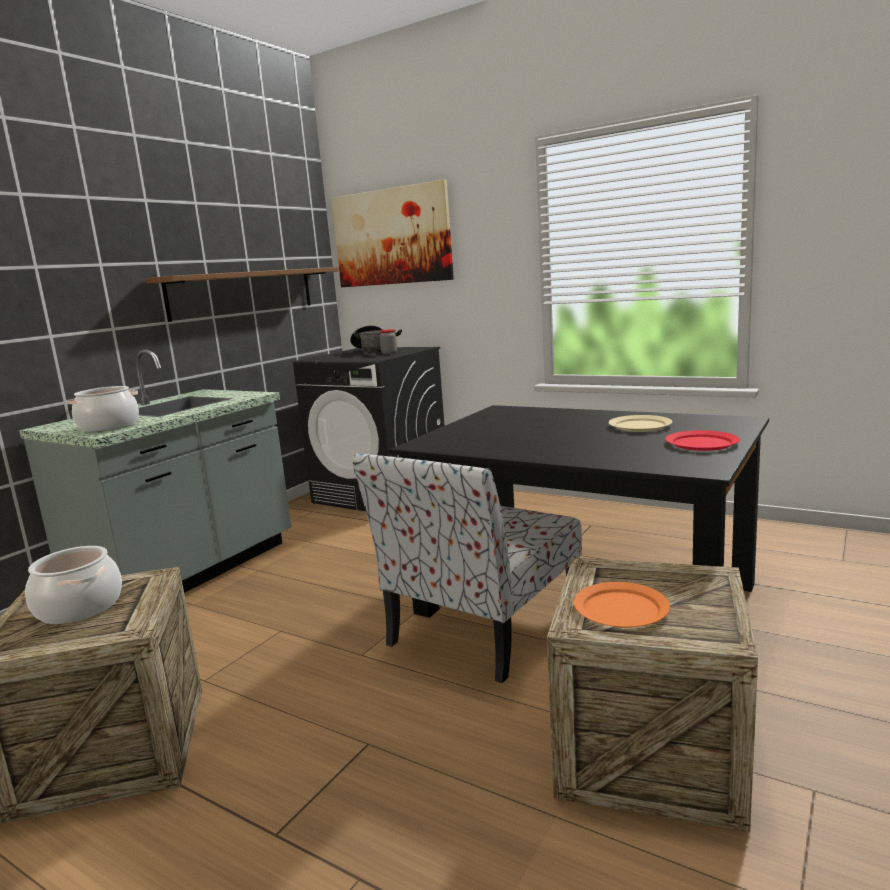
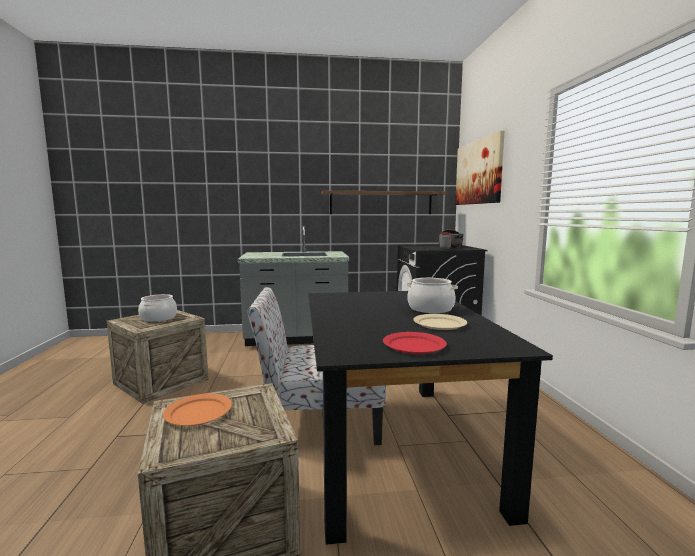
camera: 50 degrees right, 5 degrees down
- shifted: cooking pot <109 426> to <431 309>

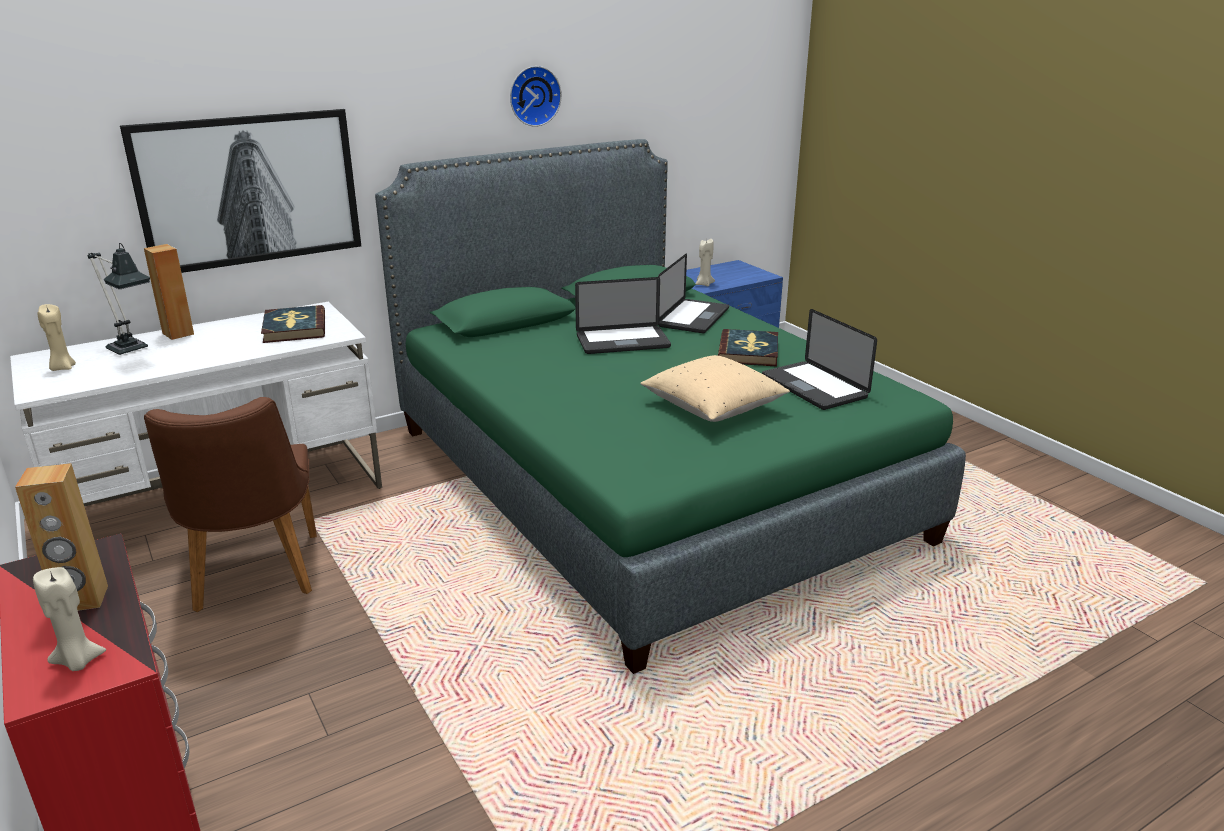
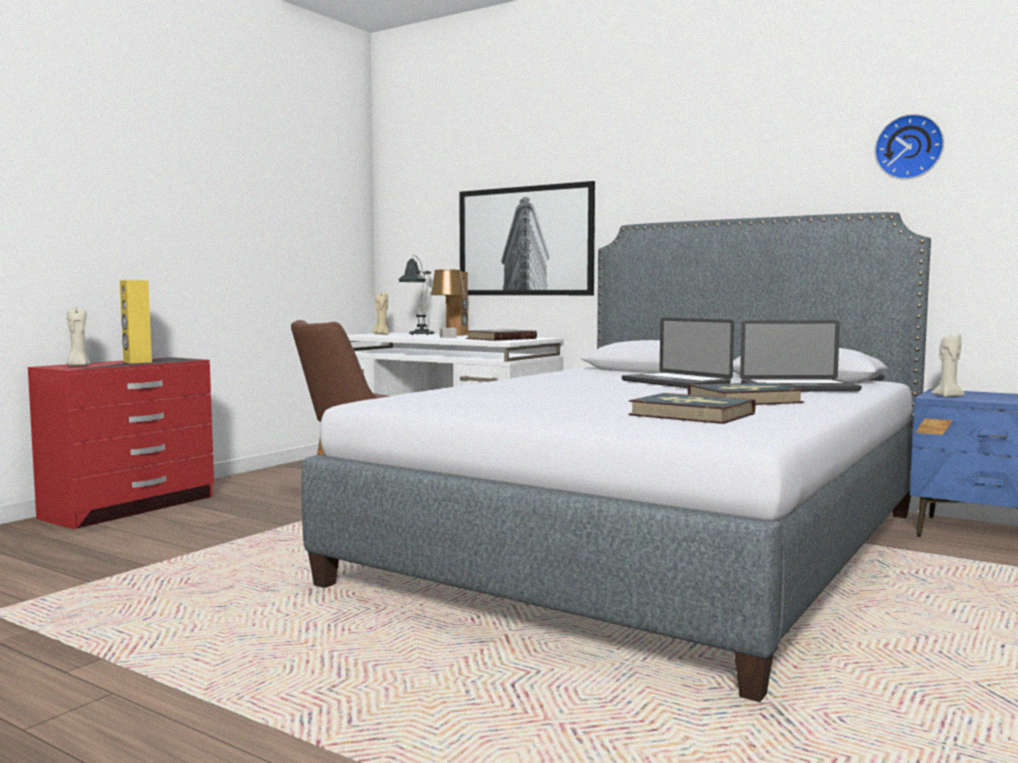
camera: 65 degrees right, 20 degrees down
- repainted: brown speaker <82 600> to yellow speaker <137 362>
- repainted: green bed <644 481> to grey bed <651 545>
- new: brown table lamp <448 337>
- swapped: laptop <814 387> to book <691 414>
- shifted: wall clock <533 96> to <909 147>
- gone: beige pillow <713 408>

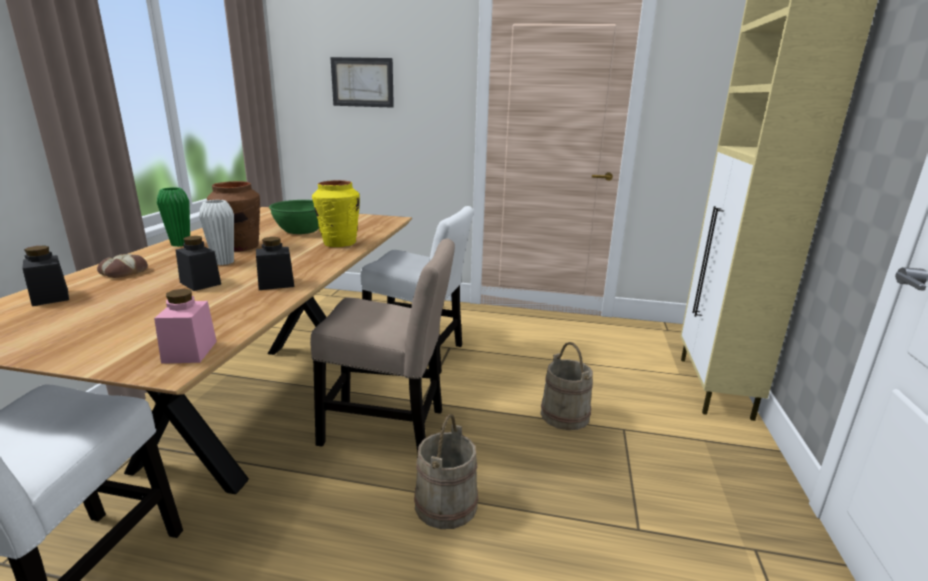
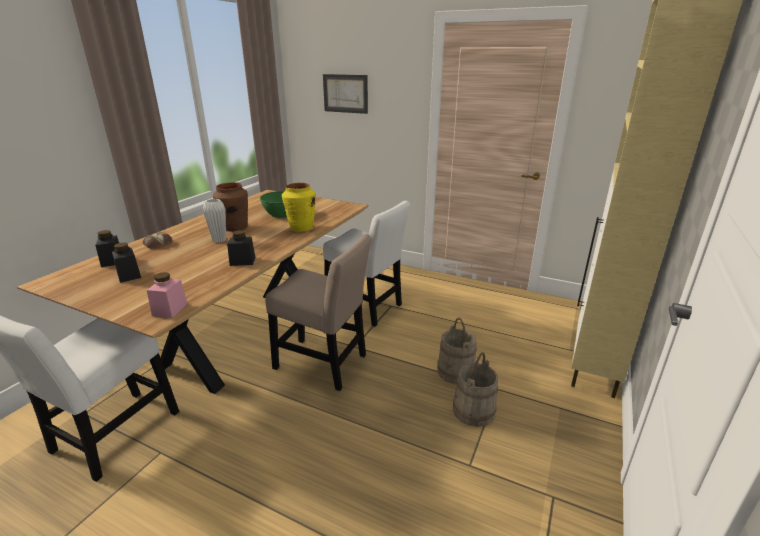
camera: 15 degrees right, 5 degrees up
- shifted: black jar <200 283> to <129 275>
- shifted: beige bucket <446 504> to <474 410>
- gone: green vase <180 244>

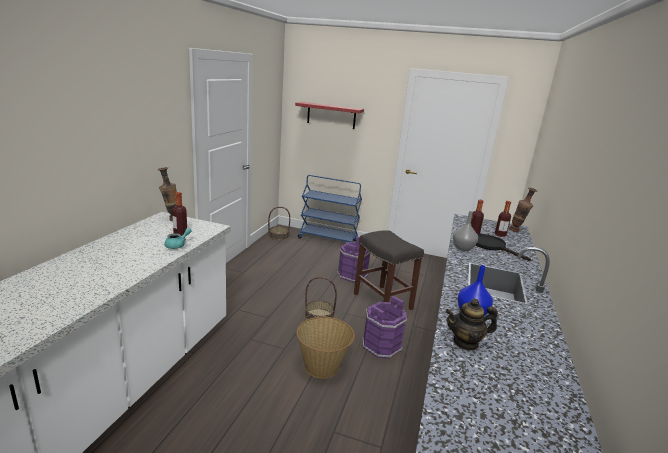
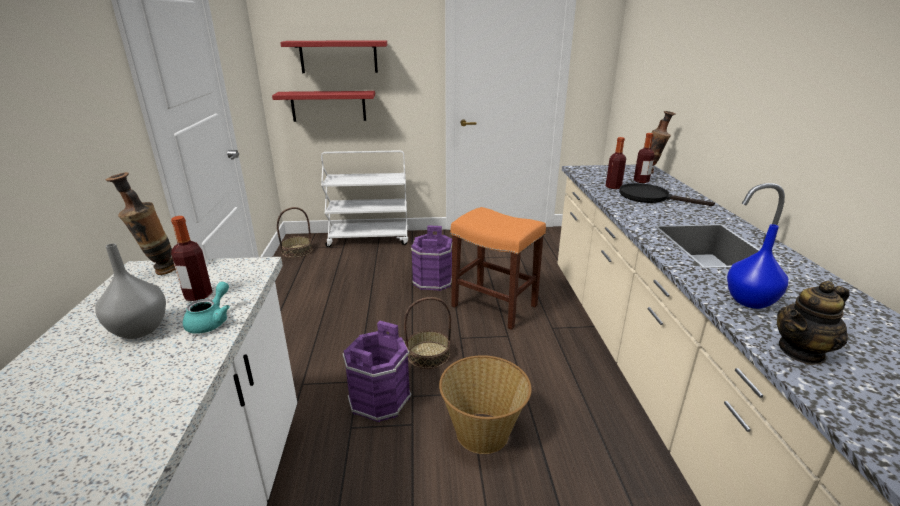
camera: 20 degrees left, 5 degrees up
- shifted: grey vase <463 248> to <141 329>
- new: red shelf <328 106>
- repainted: blue cart <328 239> to white cart <369 239>
- shifted: purple bucket <381 346> to <380 399>
- repainted: grey stool <383 301> to orange stool <495 306>

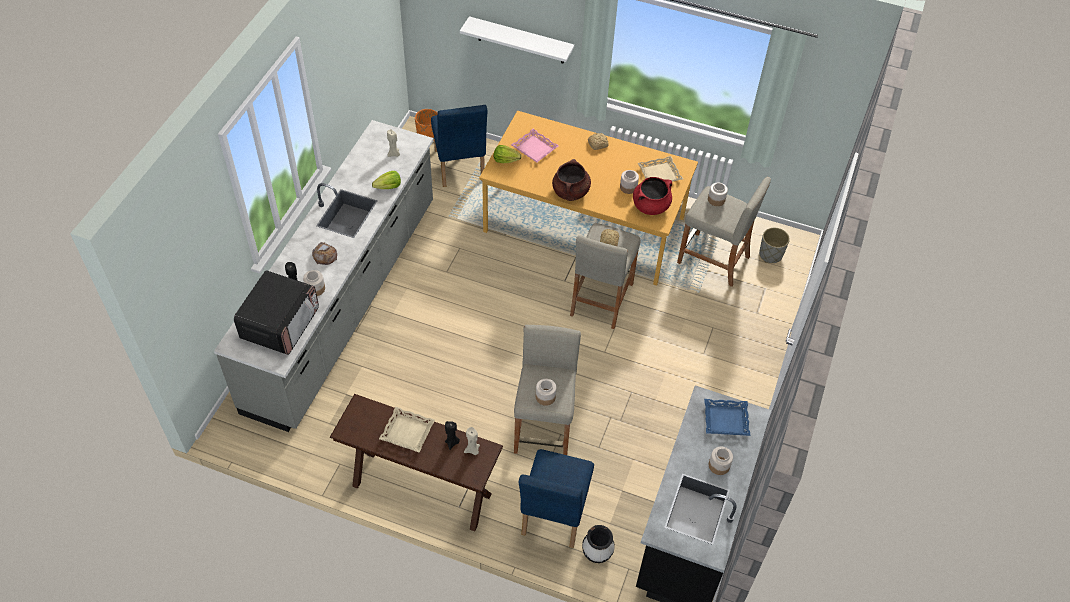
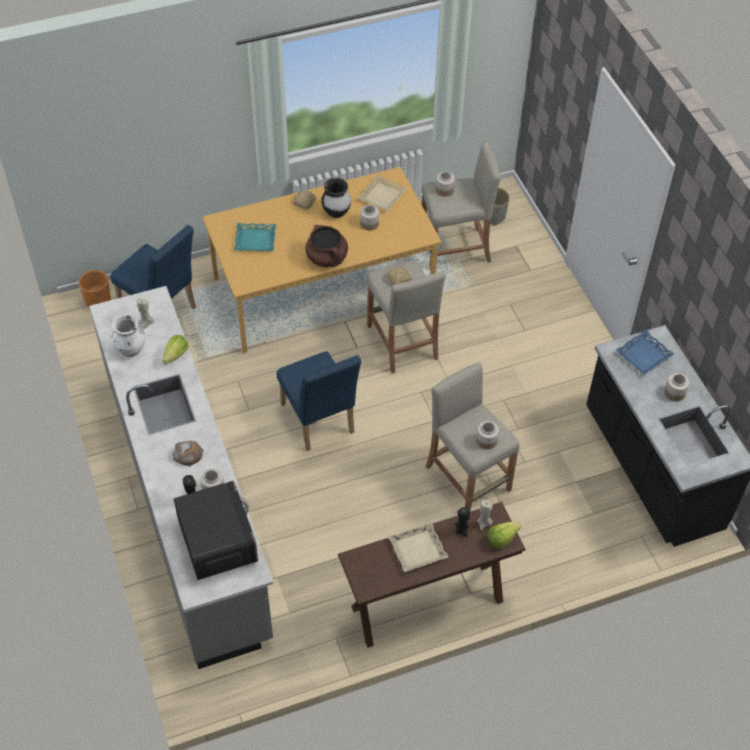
camera: 40 degrees left, 0 degrees up
- new: white vase <131 349>
- repainted: pink tray <535 148> to turquoise tray <255 240>
- shifted: blue chair <552 518> to <319 423>
- shifted: black vase <596 553> to <336 212>
- shifted: lettuce <505 160> to <501 539>
- gone: white shelf <521 40>
- gone: red cooking pot <651 206>

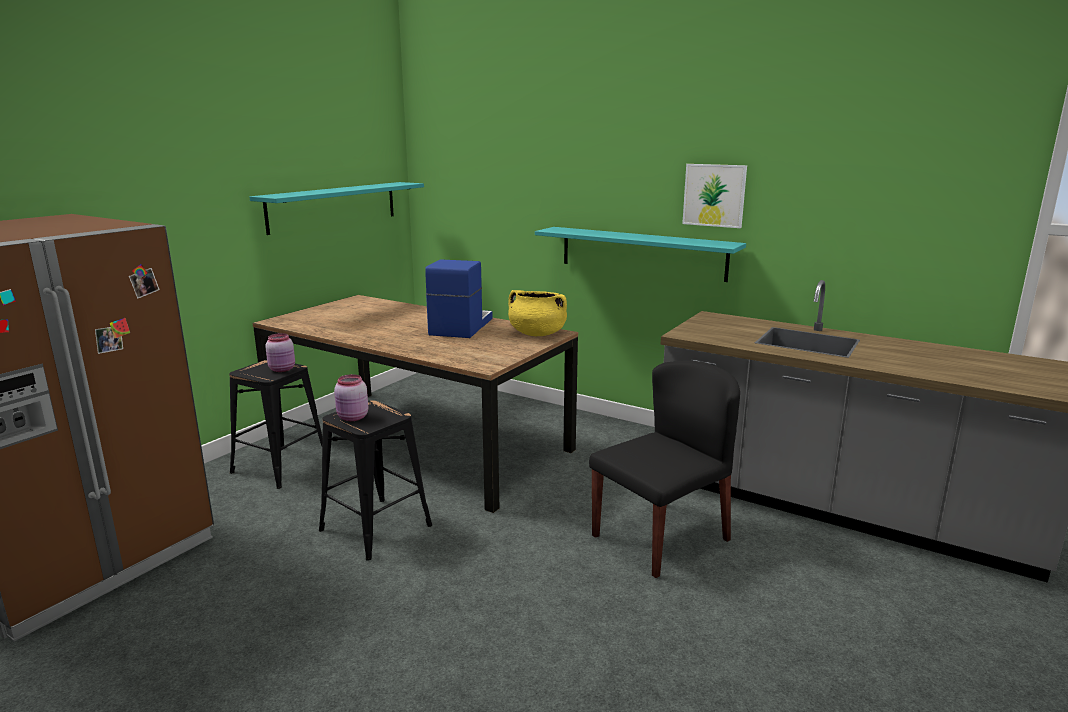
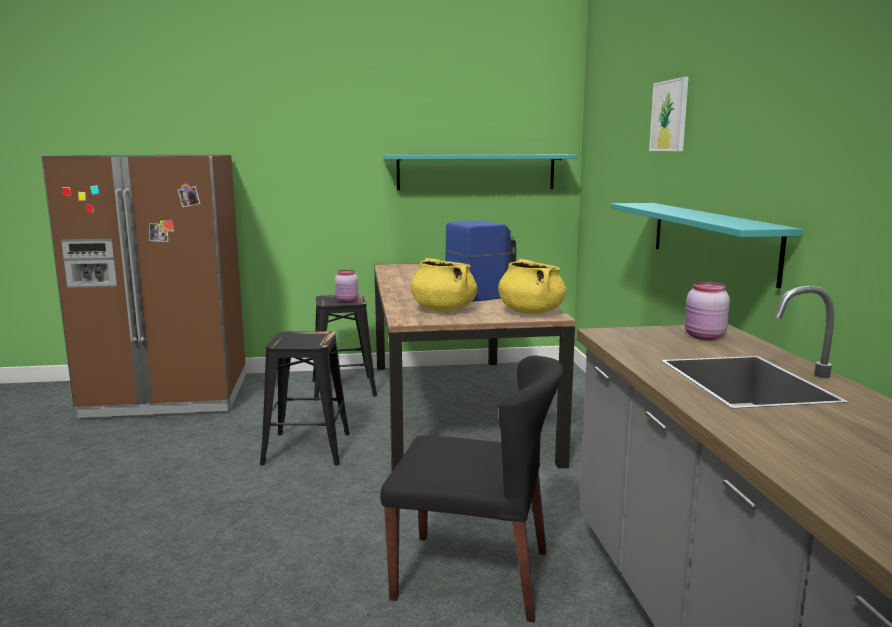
camera: 50 degrees right, 5 degrees down
- new: yellow cooking pot <443 310>
- shifted: picture <714 195> to <669 116>
- shifted: pink jar <353 418> to <704 337>

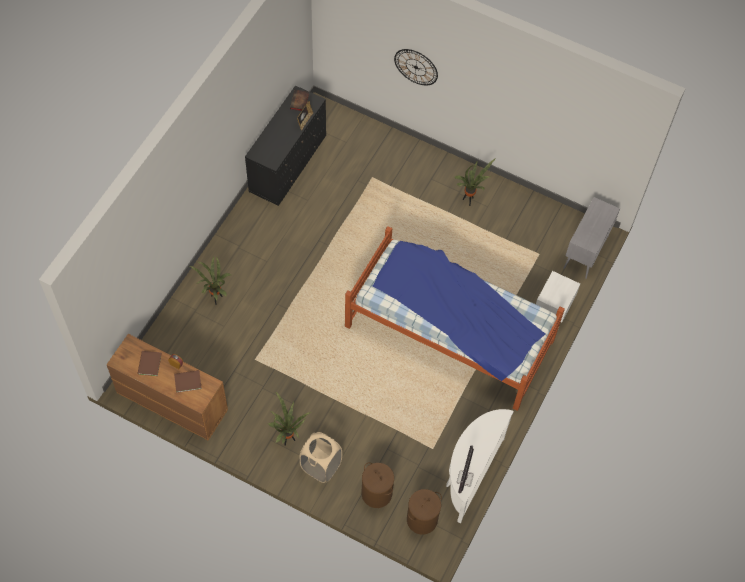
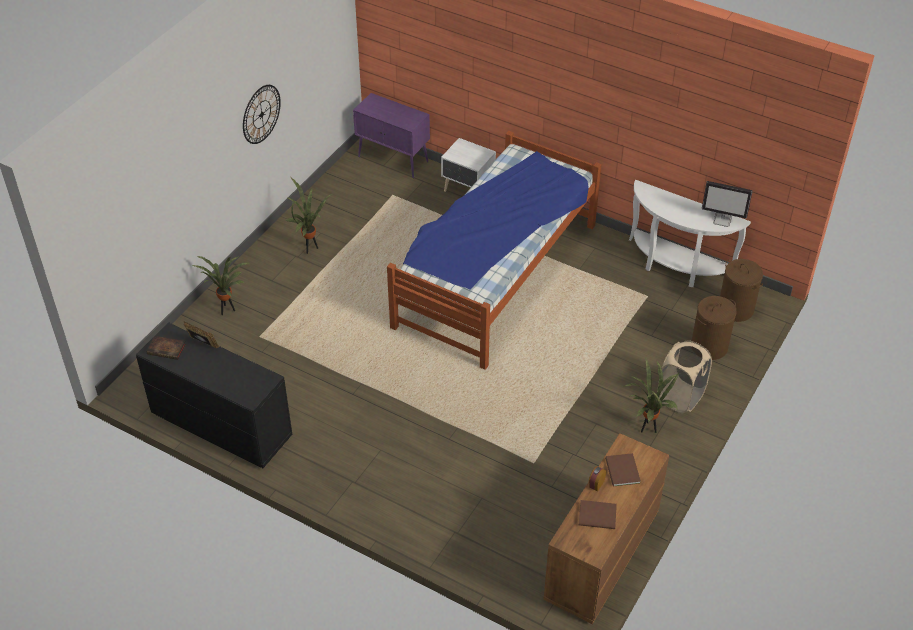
camera: 85 degrees left, 15 degrees down
- shifted: potted plant <216 299> to <228 310>
- shifted: wall clock <416 67> to <261 114>
- repainted: grey cabinet <585 252> to purple cabinet <394 159>

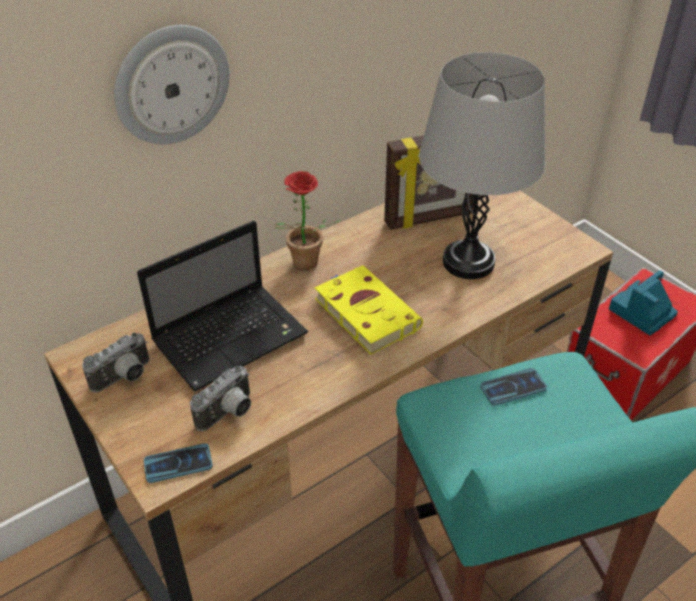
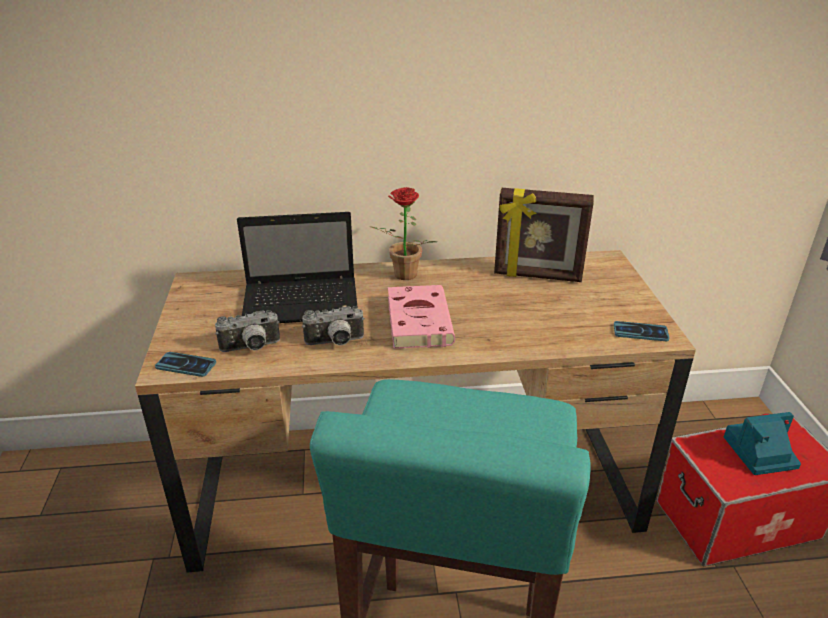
camera: 30 degrees right, 10 degrees down
- shifted: photo camera <124 378> to <335 343>
- repainted: yellow book <364 312> to pink book <418 320>
- shifted: phone <513 387> to <640 332>
- gone: wall clock <171 84>
- gone: grey table lamp <468 262>

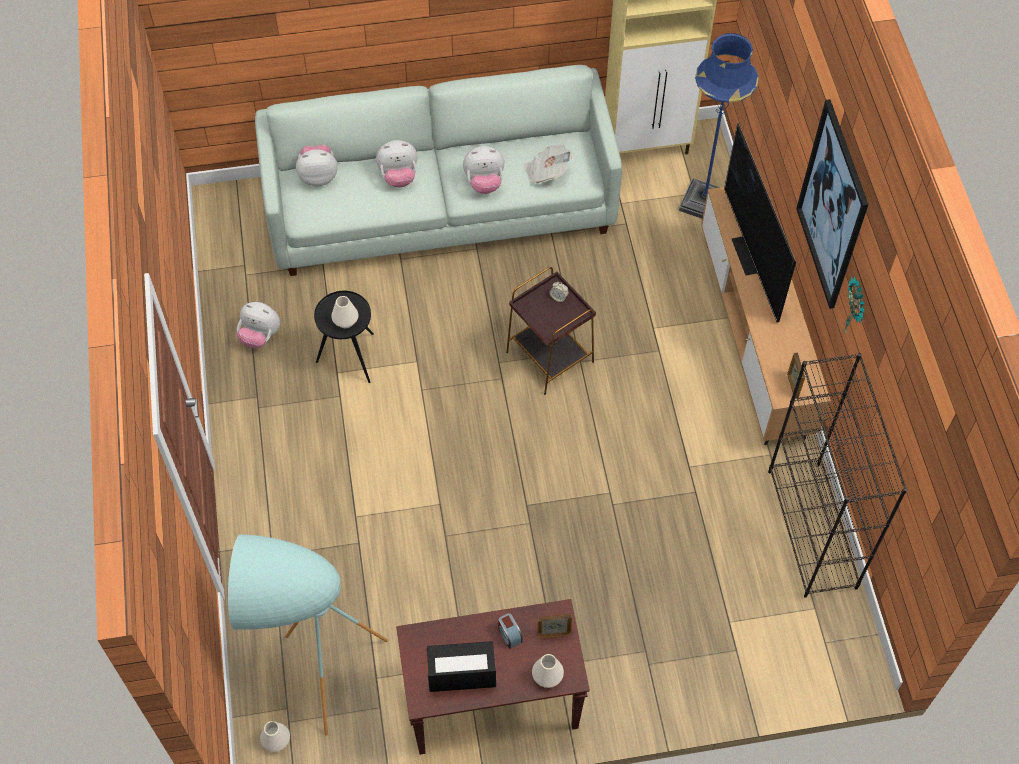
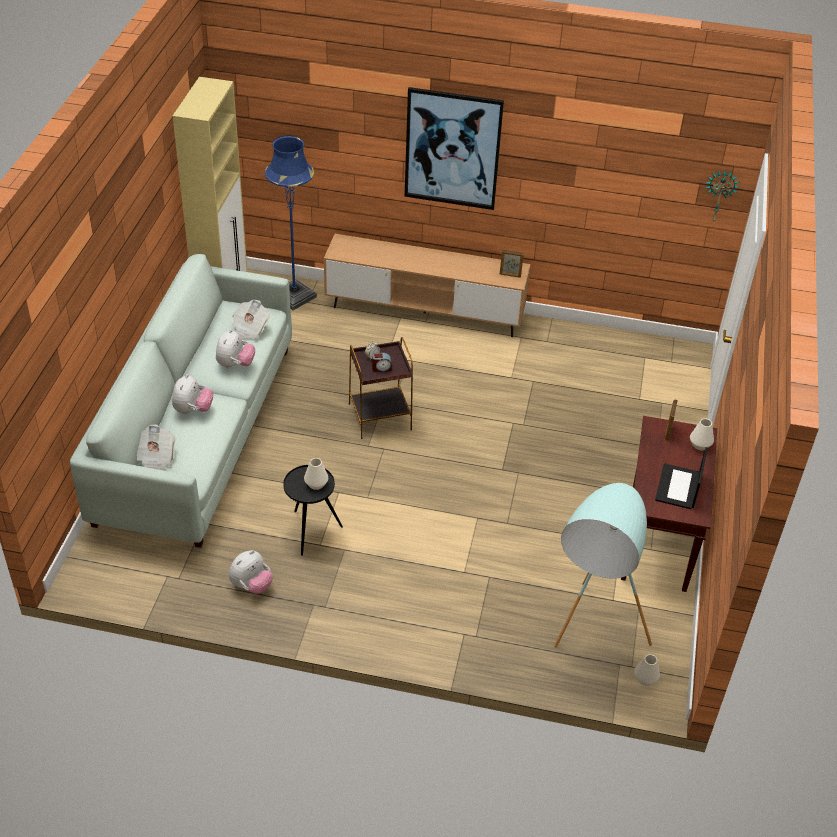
camera: 70 degrees left, 15 degrees down
- swapped: plush toy <318 176> to newspaper <155 458>
- shifted: alarm clock <509 634> to <381 368>
- shifted: wall clock <855 309> to <719 195>
- gone: television <751 255>
- gone: black bookcase <812 529>

